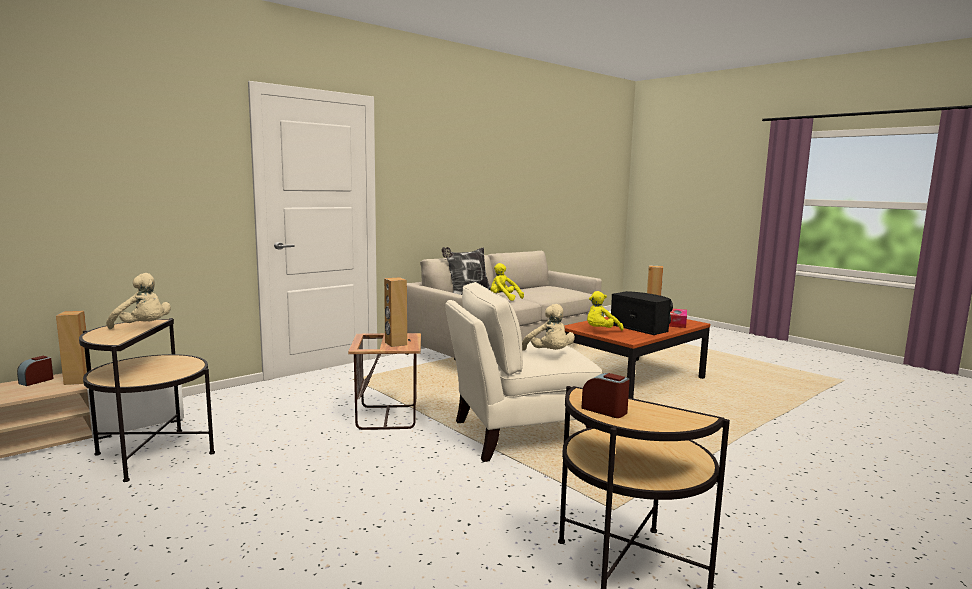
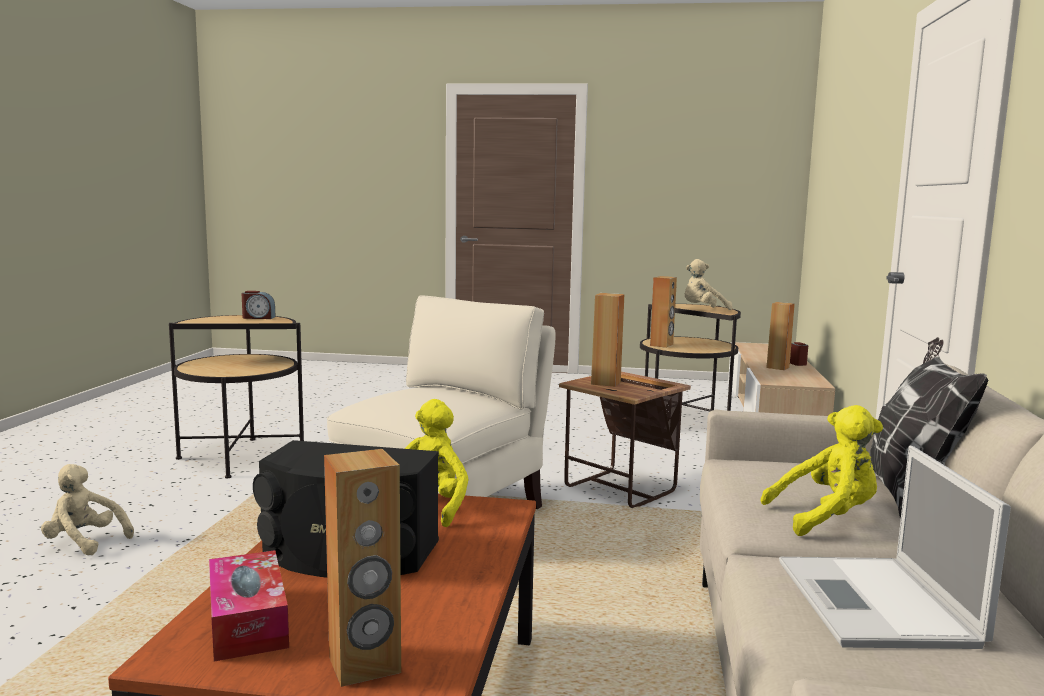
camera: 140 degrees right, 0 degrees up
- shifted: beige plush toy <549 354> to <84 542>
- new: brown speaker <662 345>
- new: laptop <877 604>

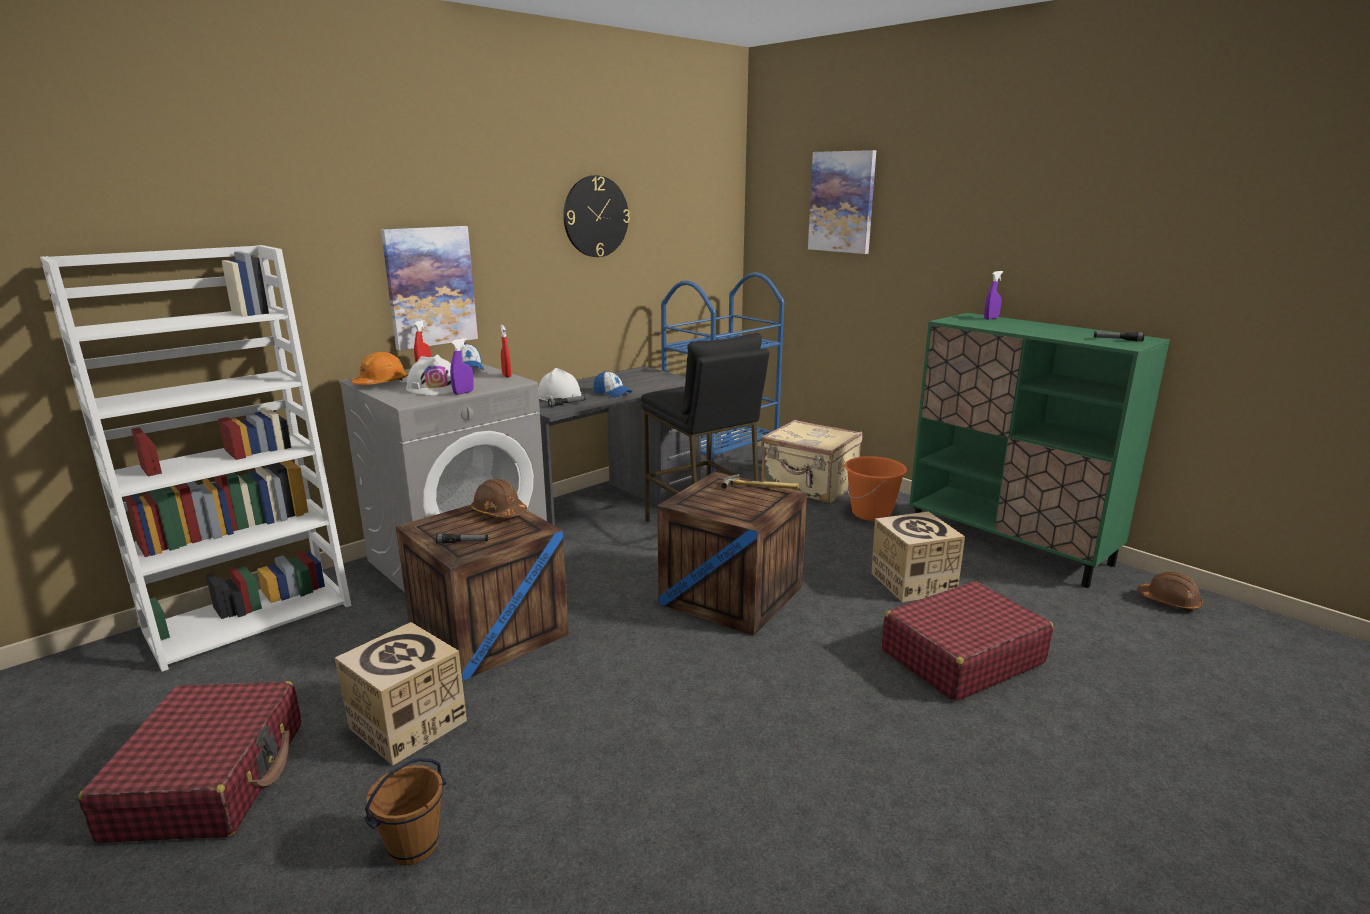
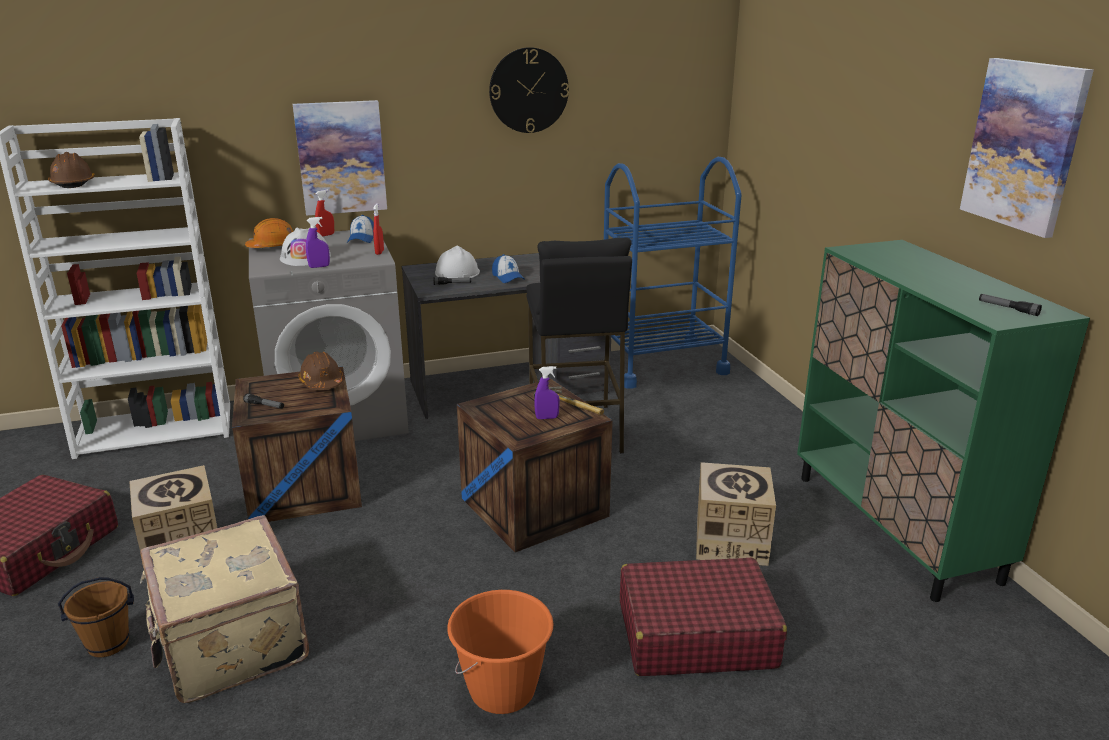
camera: 25 degrees right, 5 degrees up
- shifted: brown hard hat <1169 602> to <73 183>
- shifted: beige suitcase <809 486> to <229 644>
- shifted: orange bucket <871 513> to <503 691>
- shifted: purple spray bottle <991 318> to <547 418>
- shifted: picture <842 202> to <1024 145>

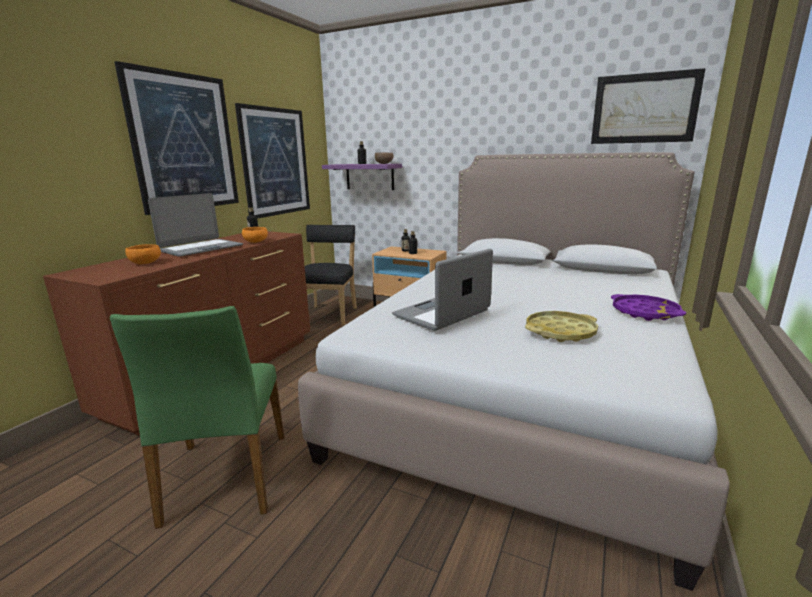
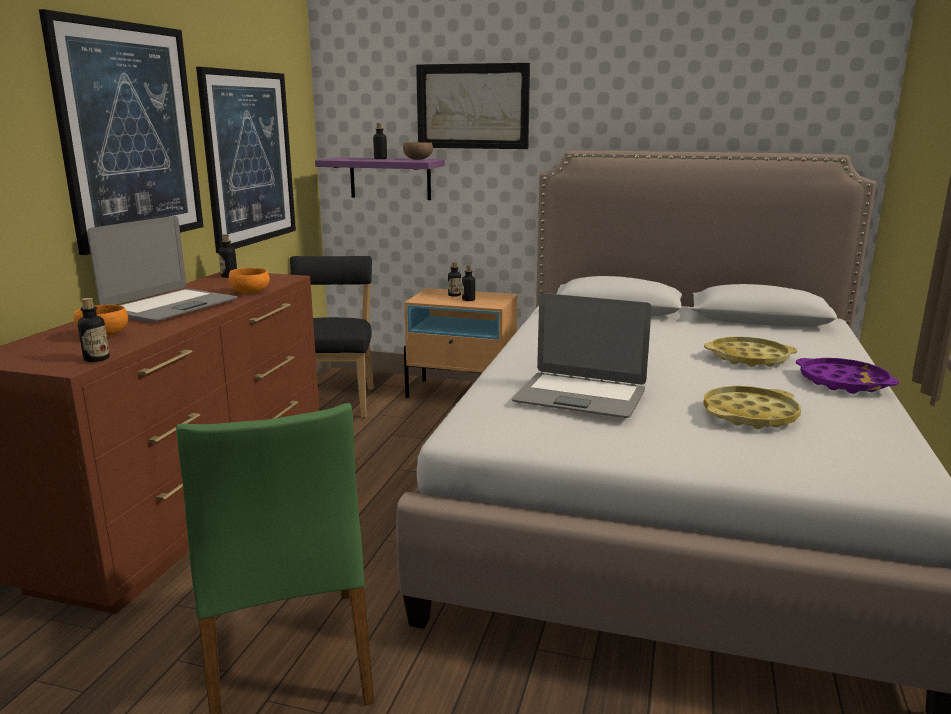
camera: 10 degrees left, 0 degrees up
- new: bottle <97 359>
- shifted: picture <644 108> to <472 106>
- rotated: laptop <442 314> = <580 396> 105 degrees counterclockwise
- new: yellow tray <748 358>

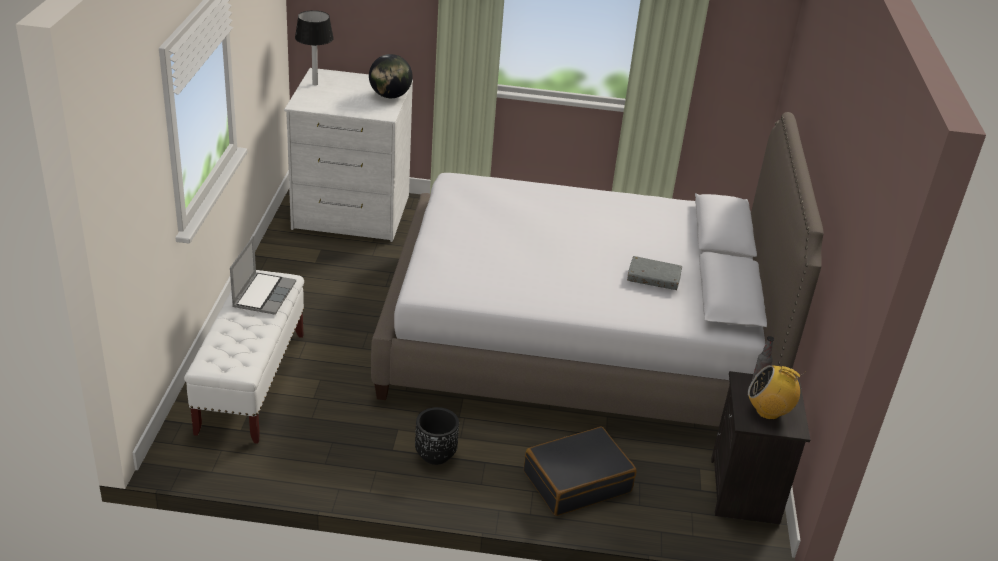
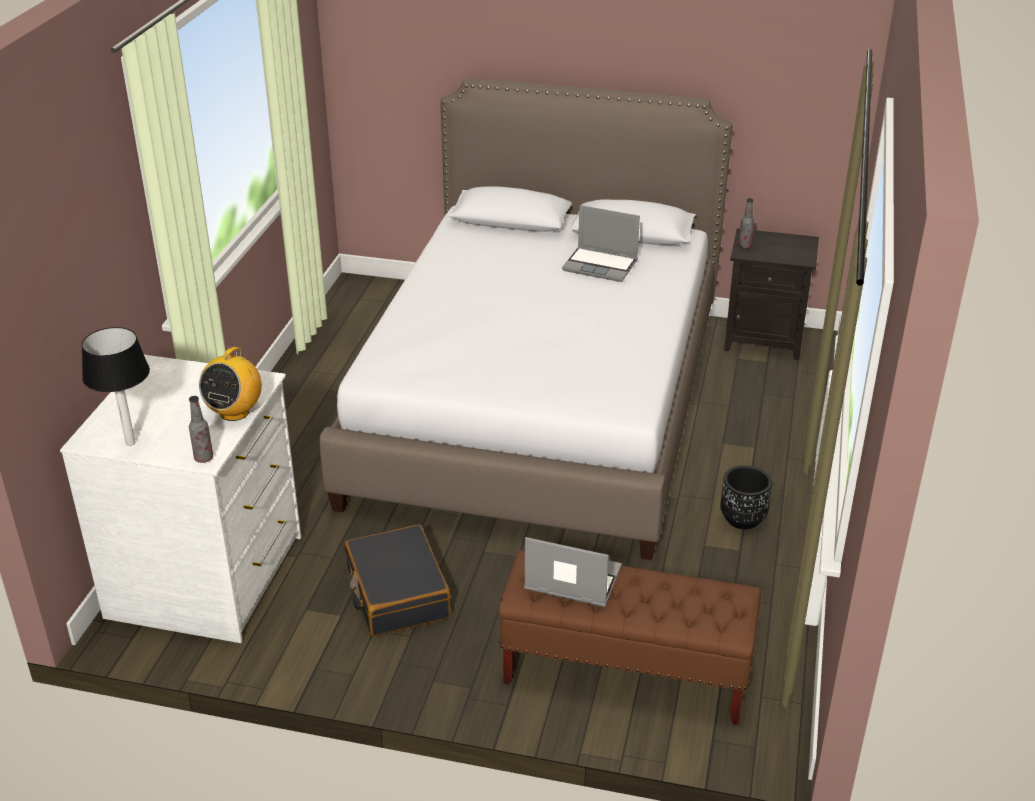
camera: 80 degrees left, 0 degrees up
- new: bottle <204 458>
- shifted: radio <768 411> to <234 412>
- shifted: black suitcase <577 481> to <397 593>
- repainted: white bench <251 382> to brown bench <625 673>
- swapped: grey book <653 278> to laptop <601 265>
- gone: globe <390 96>

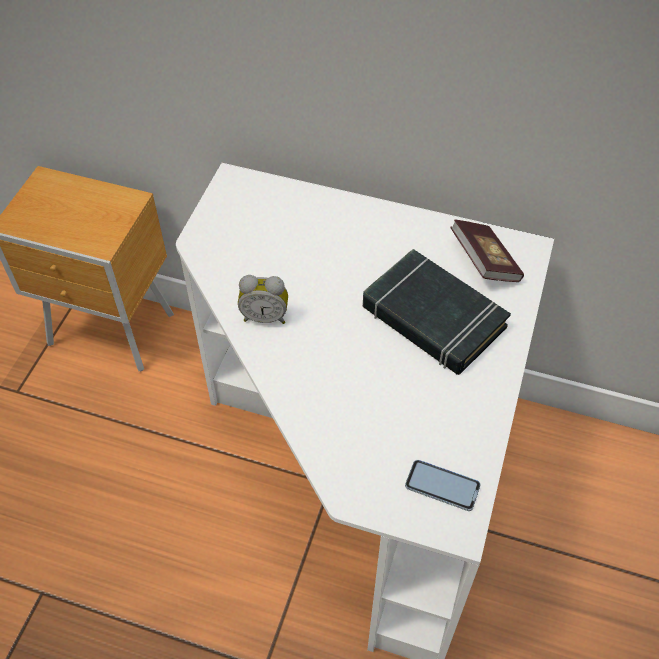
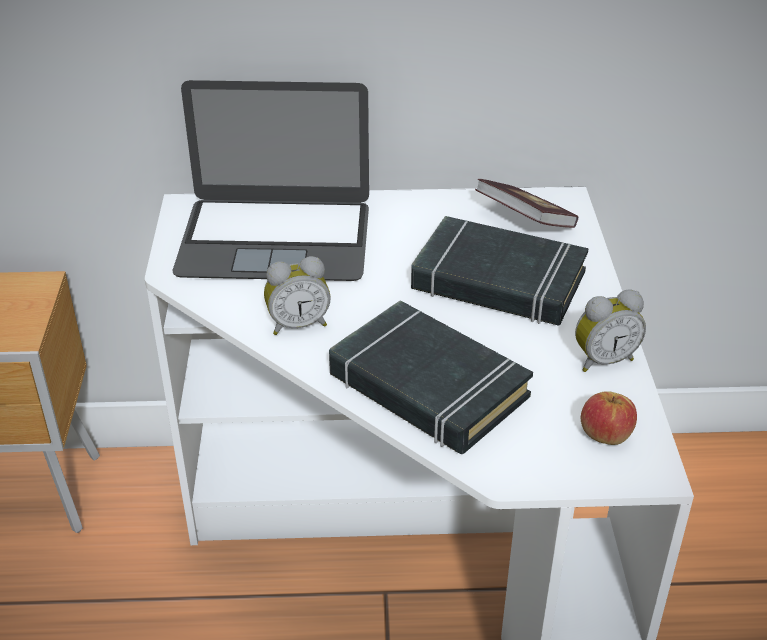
camera: 20 degrees left, 15 degrees down
- new: laptop <275 239>
- new: black book <427 387>
- new: alarm clock <603 359>
- swapped: phone <442 486> to apple <605 434>

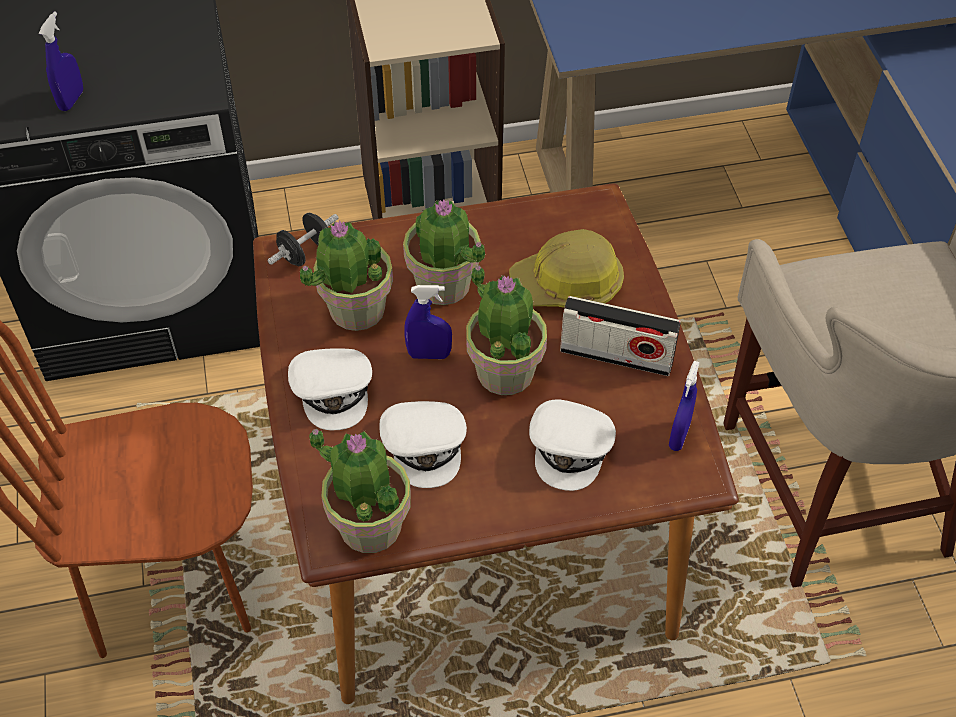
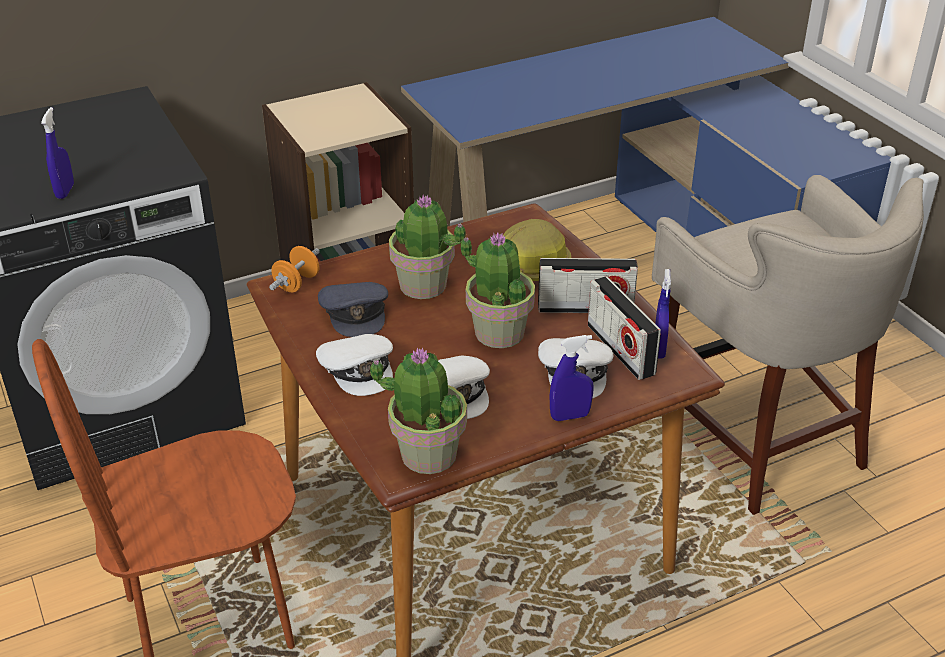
camera: 15 degrees left, 15 degrees down
- repainted: black dumbbell <306 253> to orange dumbbell <297 283>
- swapped: potted plant <356 309> to grey cap <355 313>
- shifted: blue spray bottle <429 355> to <570 416>
- new: radio <620 349>

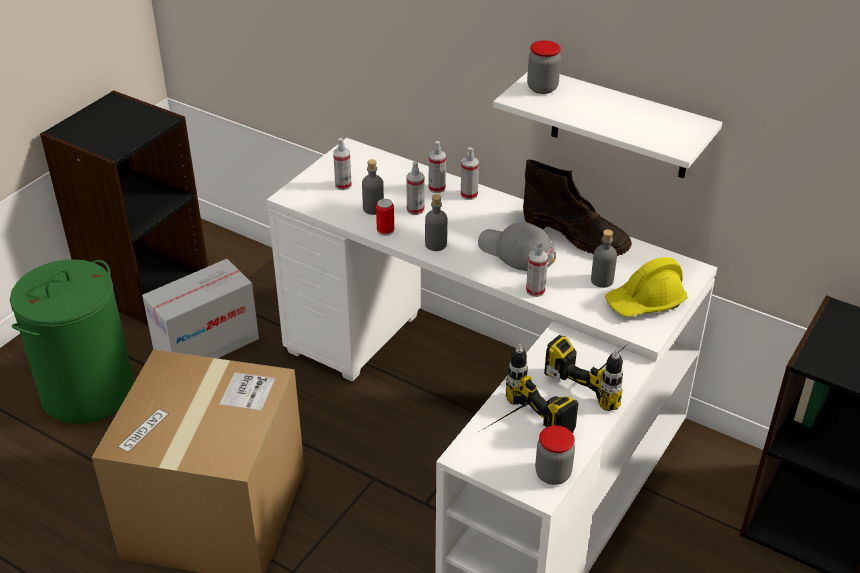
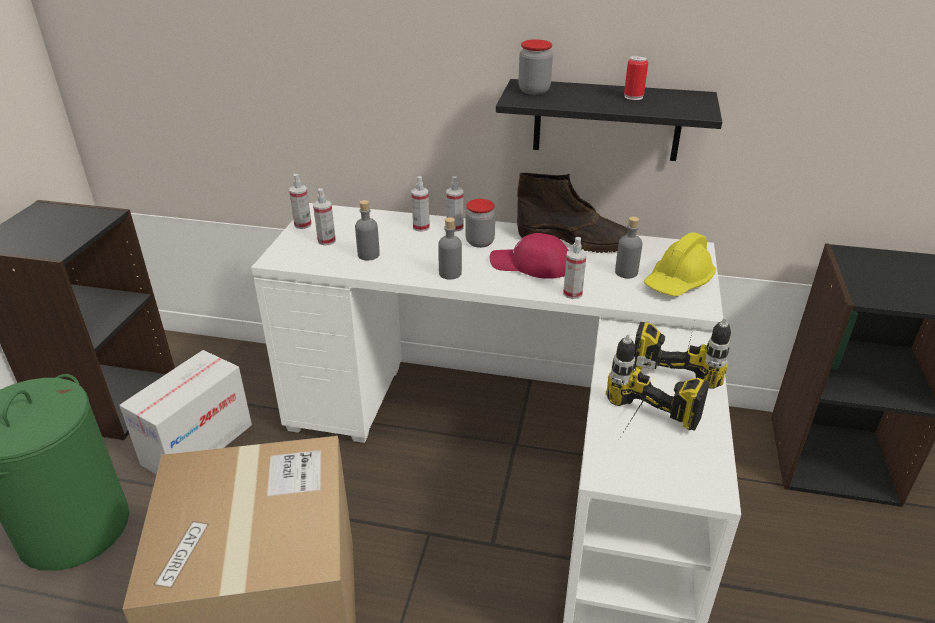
camera: 20 degrees left, 5 degrees down
- shifted: spray bottle <415 210> to <303 225>
- shifted: jar <553 474> to <480 242>
- repainted: grey cap <516 252> to red cap <531 265>
- repainted: white shelf <620 124> to black shelf <607 120>
- shifted: can <385 231> to <633 97>

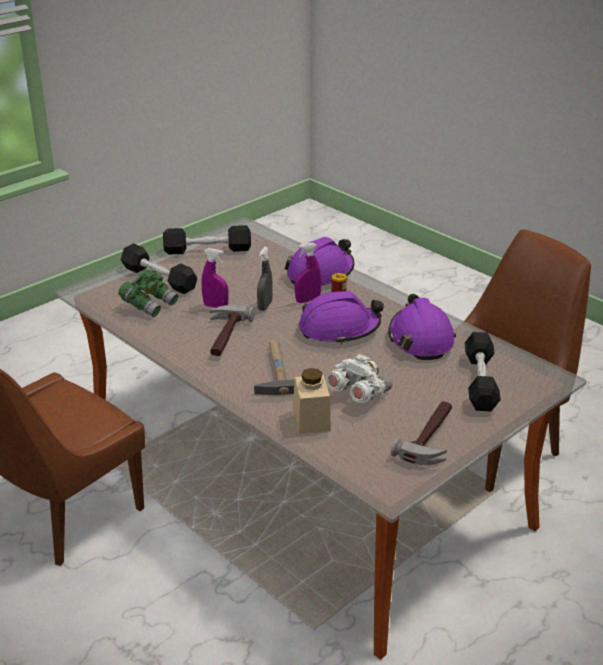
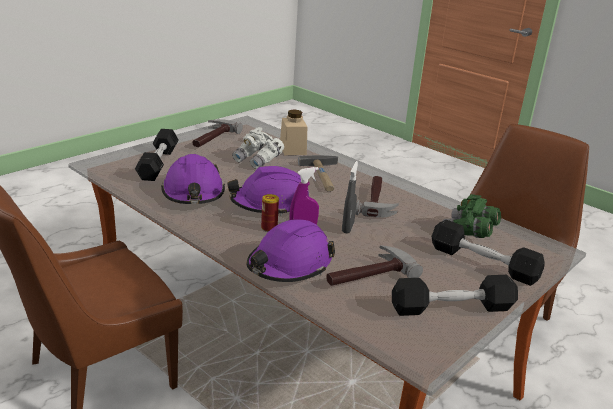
camera: 175 degrees right, 5 degrees down
- new: hammer <368 275>
- gone: purple spray bottle <215 306>

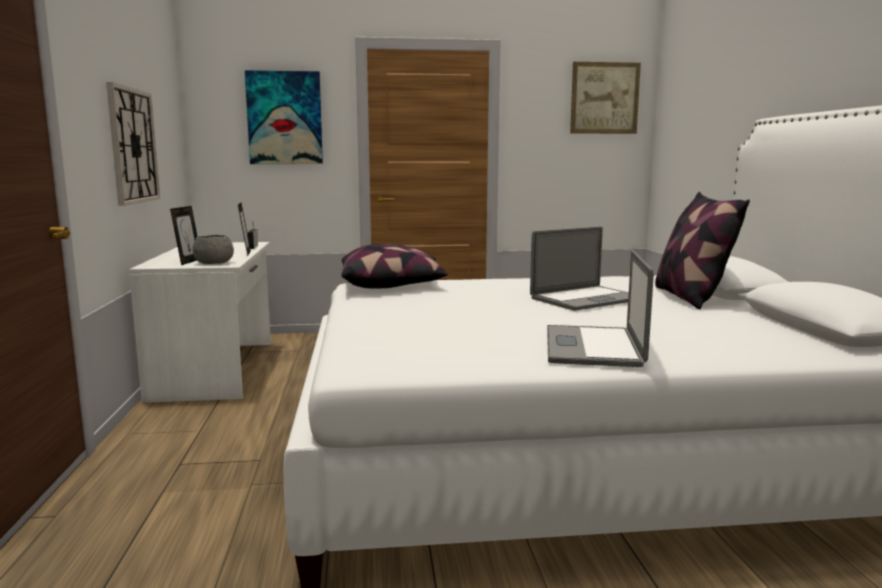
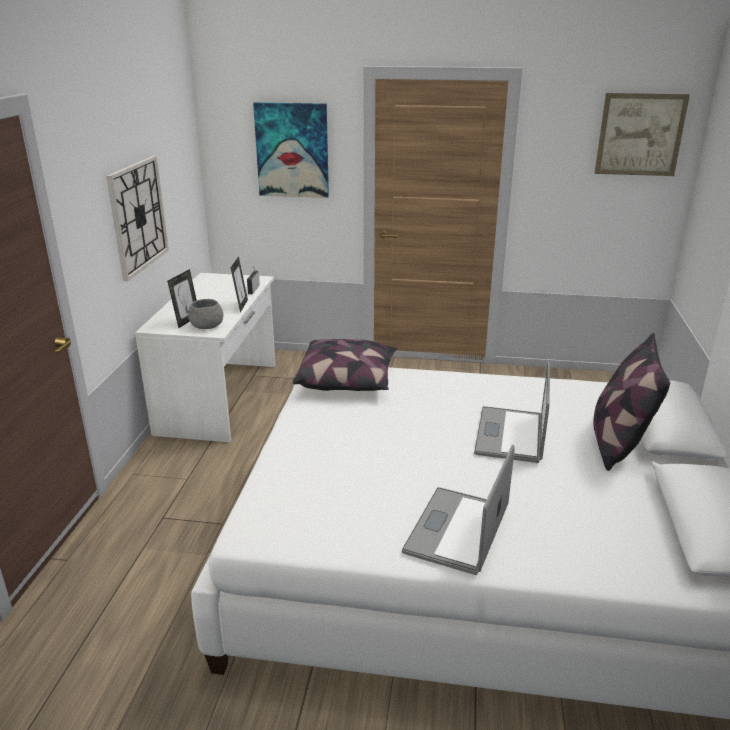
camera: 15 degrees right, 15 degrees up
- rotated: laptop <587 299> = <510 434> 120 degrees clockwise

